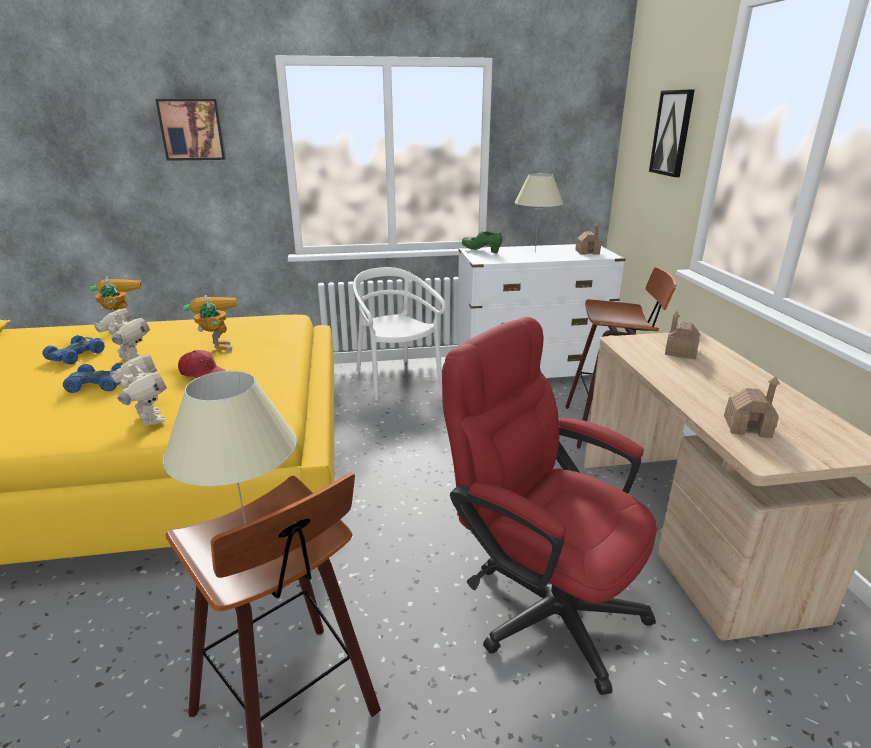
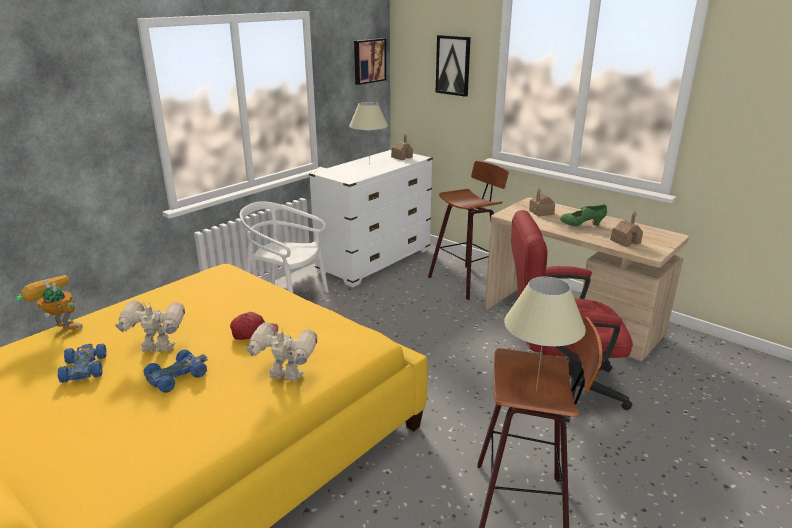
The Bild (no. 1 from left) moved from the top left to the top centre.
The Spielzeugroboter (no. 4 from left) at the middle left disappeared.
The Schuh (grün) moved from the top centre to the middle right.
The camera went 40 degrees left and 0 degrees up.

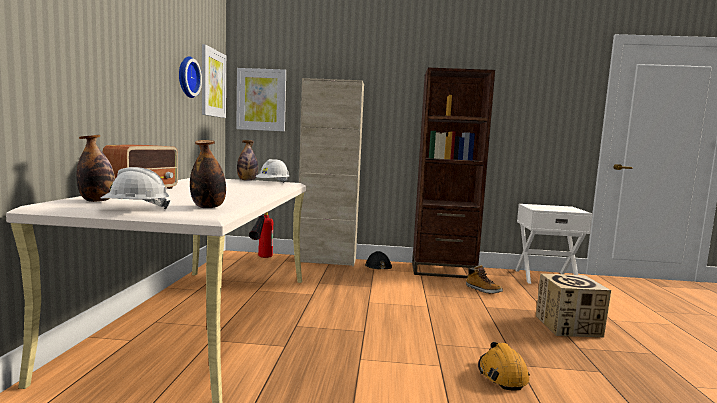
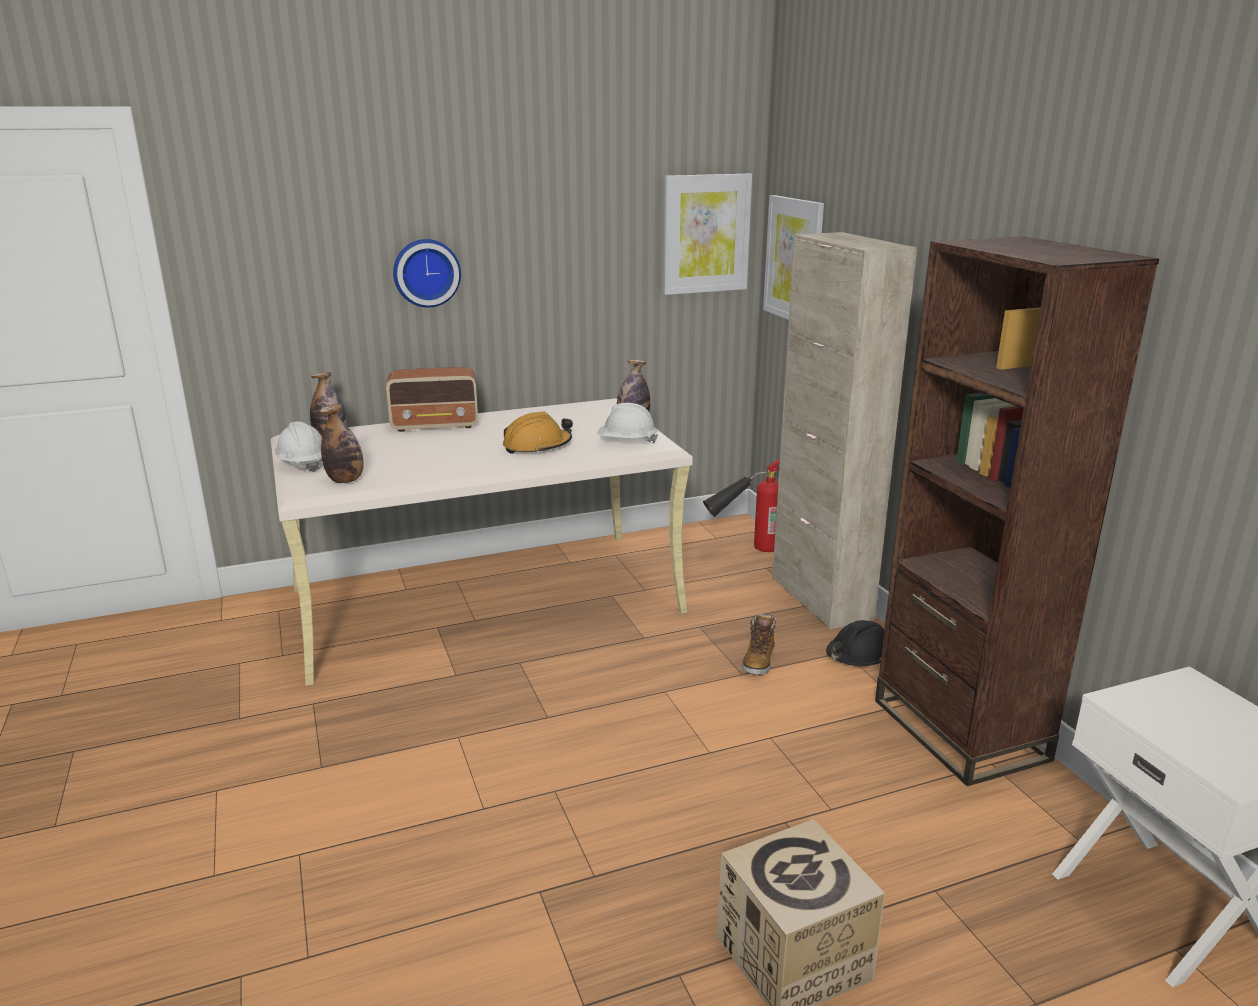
The Wanduhr moved from the top left to the top centre.
The Stiefel moved from the bottom right to the centre.
The Schutzhelm (orange) moved from the bottom right to the centre.
The camera went 65 degrees right and 15 degrees up.

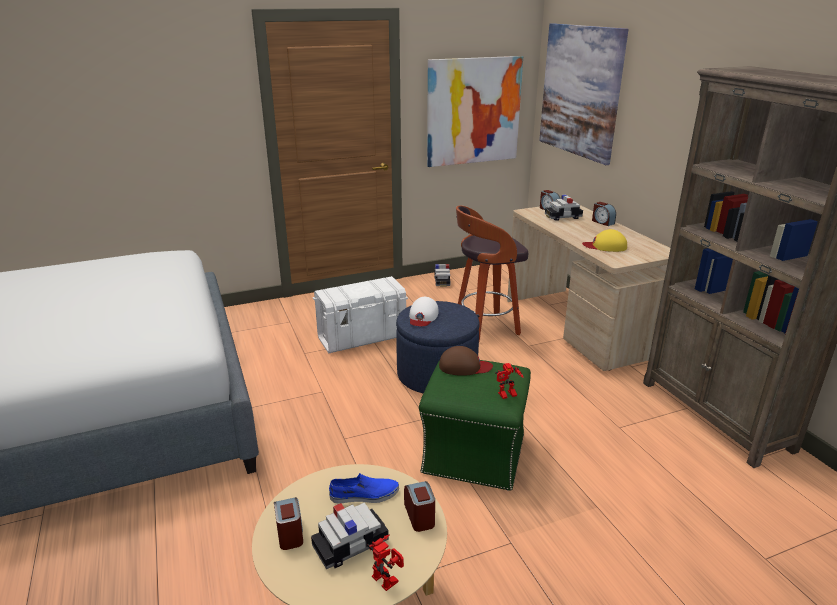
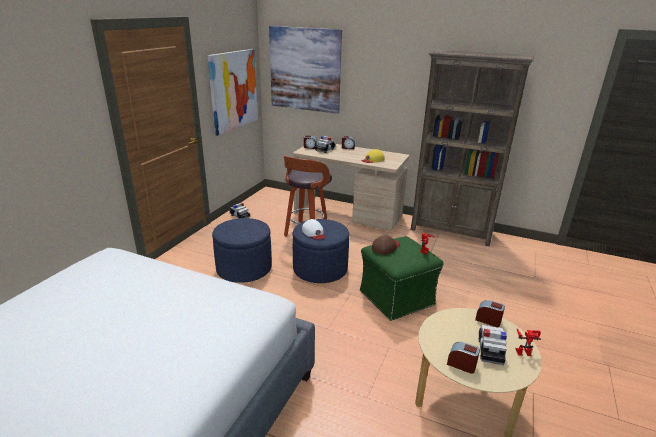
The Aufbewahrungsbox (weiß) at the centre was replaced by the Polsterhocker (blau) (no. 1 from left) at the centre.
The Schuh (blau) at the bottom centre disappeared.
The camera went 45 degrees left and 0 degrees up.

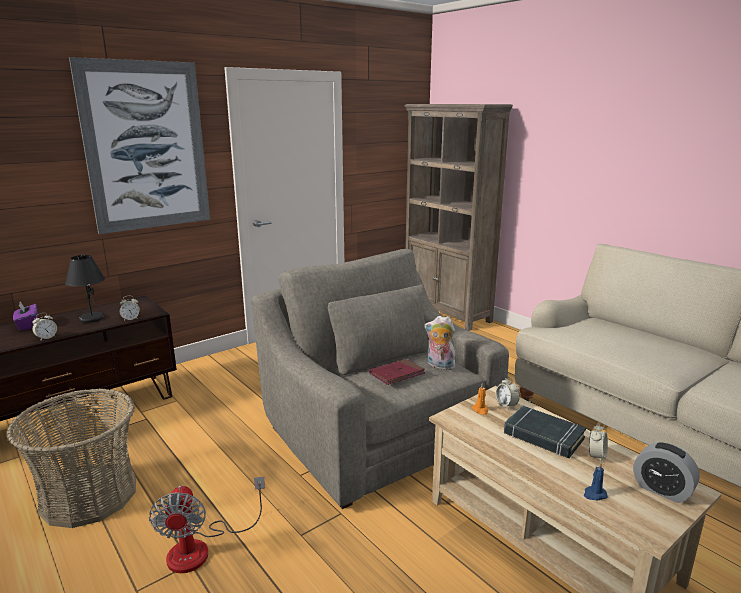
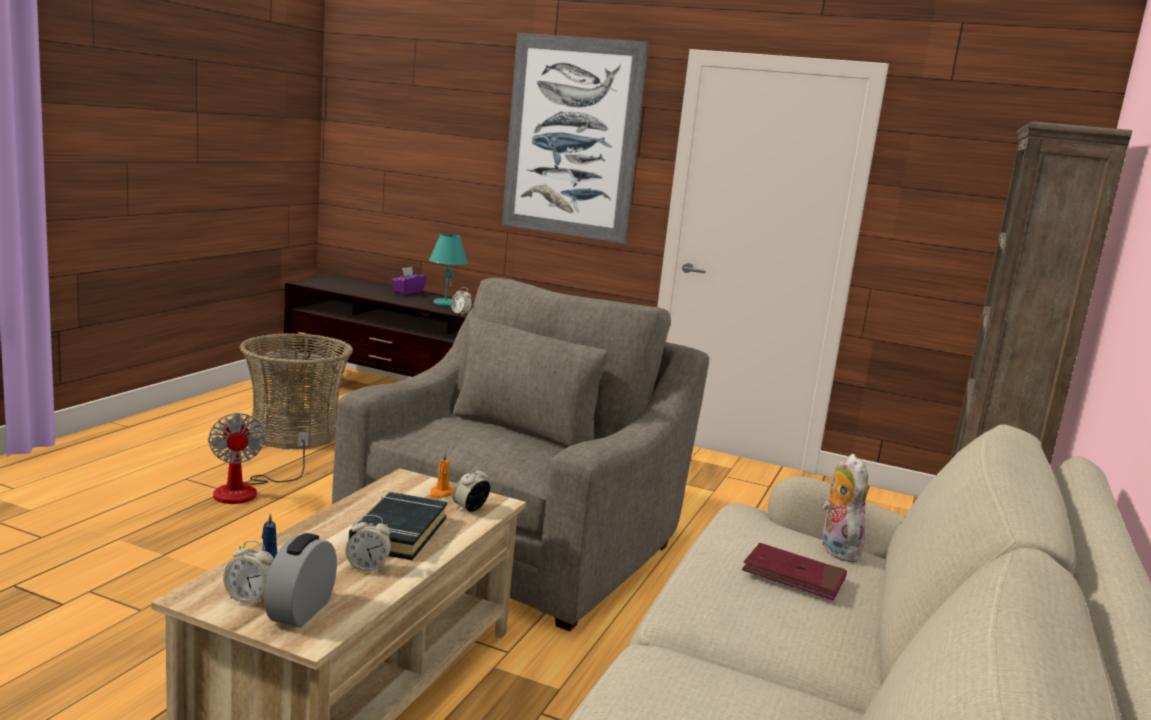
The Wecker (no. 1 from left) moved from the middle left to the bottom left.
The Tischlampe (schwarz) at the middle left became the Tischlampe (türkis) at the centre.
The Ventilator at the bottom left turned 75 degrees counterclockwise.
The Buch (rot) moved from the centre to the bottom right.
The Plüschtier moved from the centre to the bottom right.
The camera went 60 degrees right and 5 degrees down.

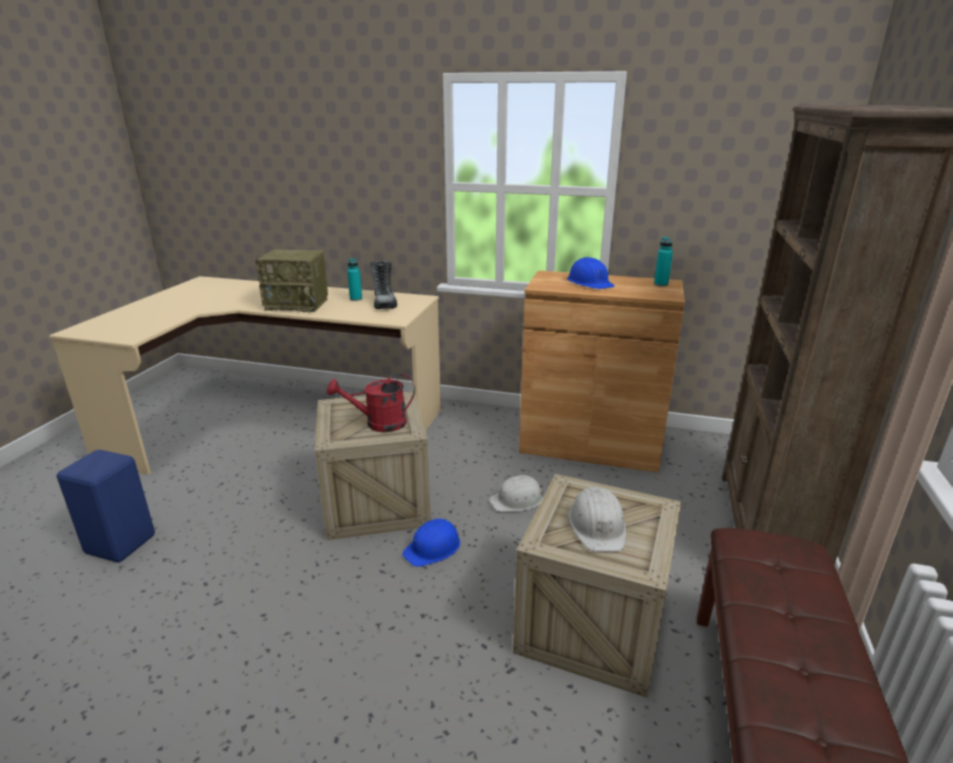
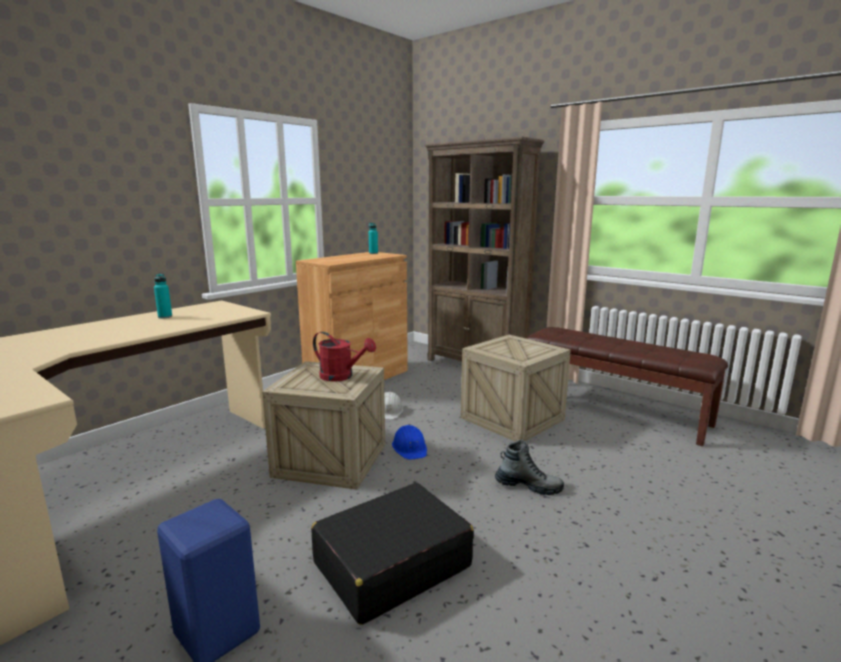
The Radio at the middle left disappeared.
The Gießkanne (rot) at the centre turned 75 degrees counterclockwise.
The Stiefel moved from the centre to the bottom centre.
The Schutzhelm (blau) (no. 2 from left) at the centre disappeared.
The Schutzhelm (weiß) (no. 2 from left) at the bottom centre disappeared.
The Koffer (schwarz) at the bottom centre appeared.
The camera went 65 degrees left and 10 degrees down.

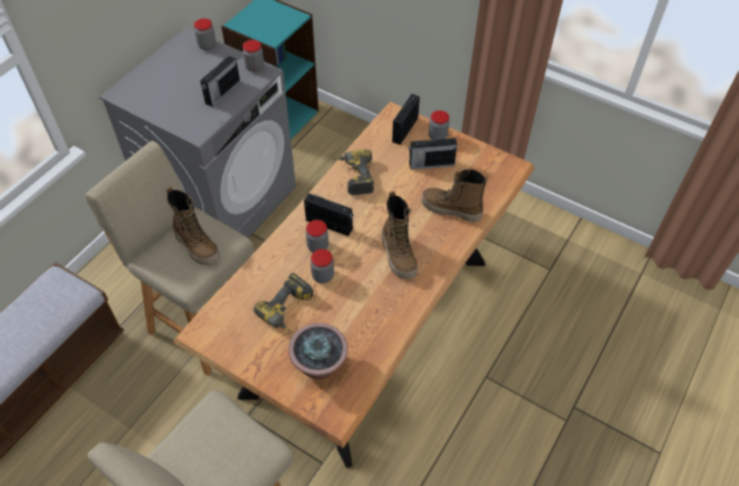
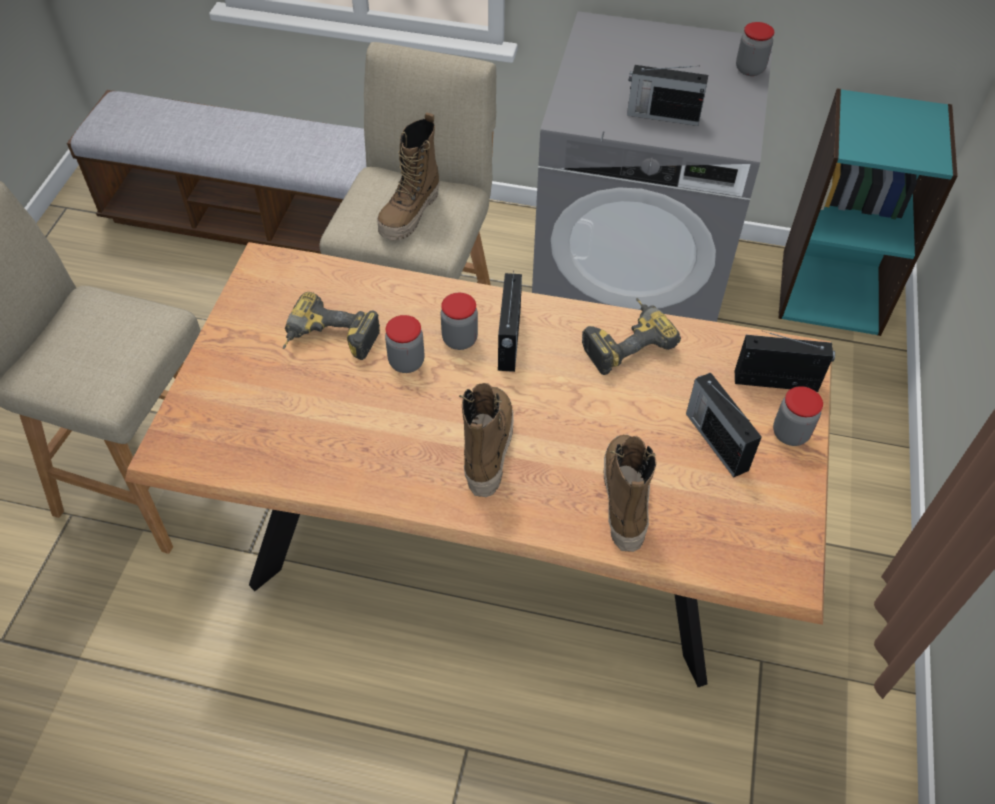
The Vorratsglas (no. 2 from left) at the top centre disappeared.
The Topfpflanze at the bottom centre disappeared.
The Stiefel (no. 2 from left) at the centre turned 135 degrees clockwise.
The camera went 70 degrees right and 0 degrees up.

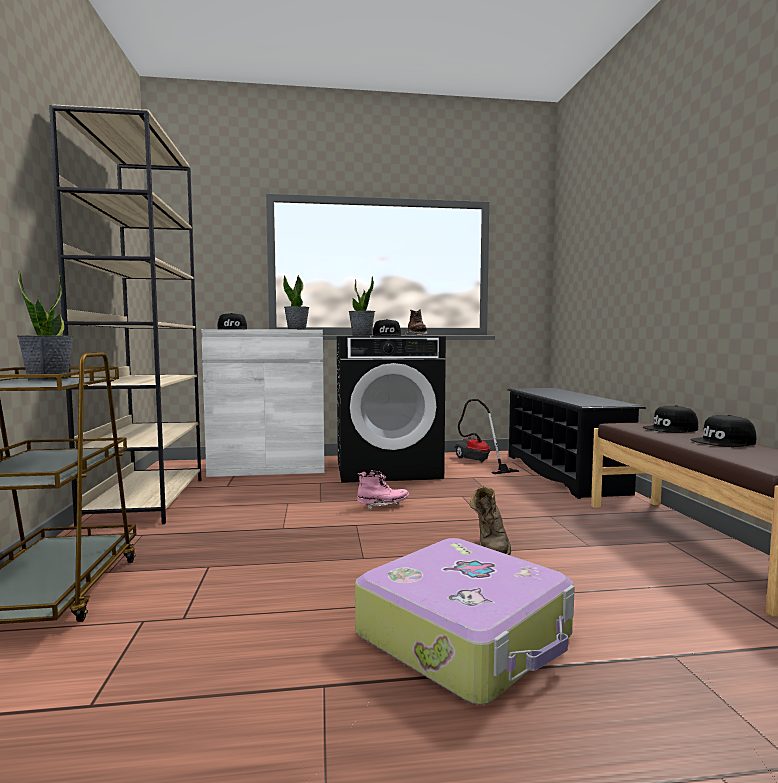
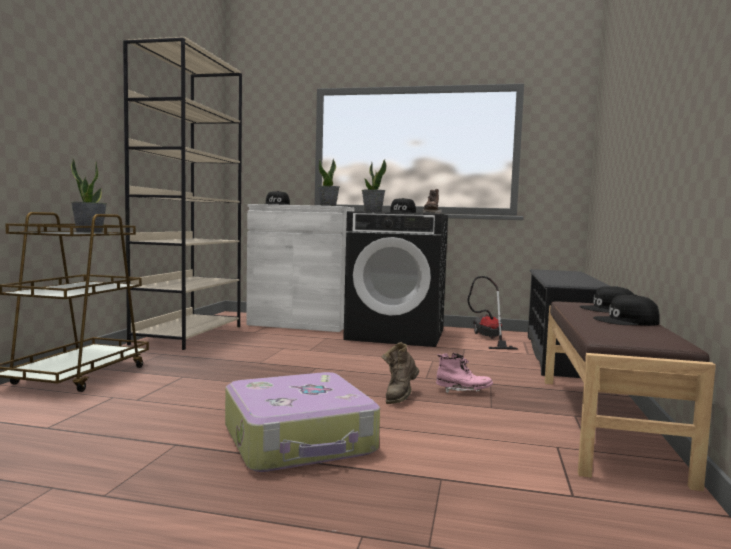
The Stiefel (rosa) moved from the centre to the bottom centre.
The camera went 20 degrees right and 0 degrees up.

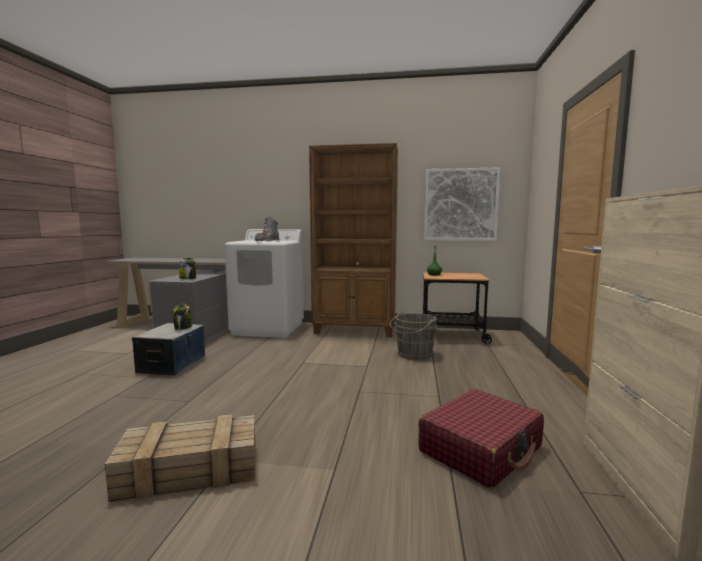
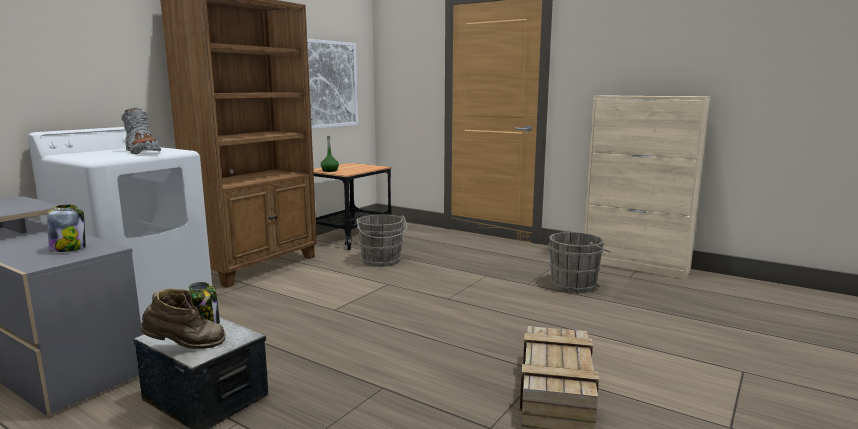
The Koffer (rot) at the bottom right was replaced by the Eimer (grau) (no. 2 from left) at the middle right.
The Stiefel (braun) at the bottom left appeared.
The camera went 65 degrees left and 5 degrees up.

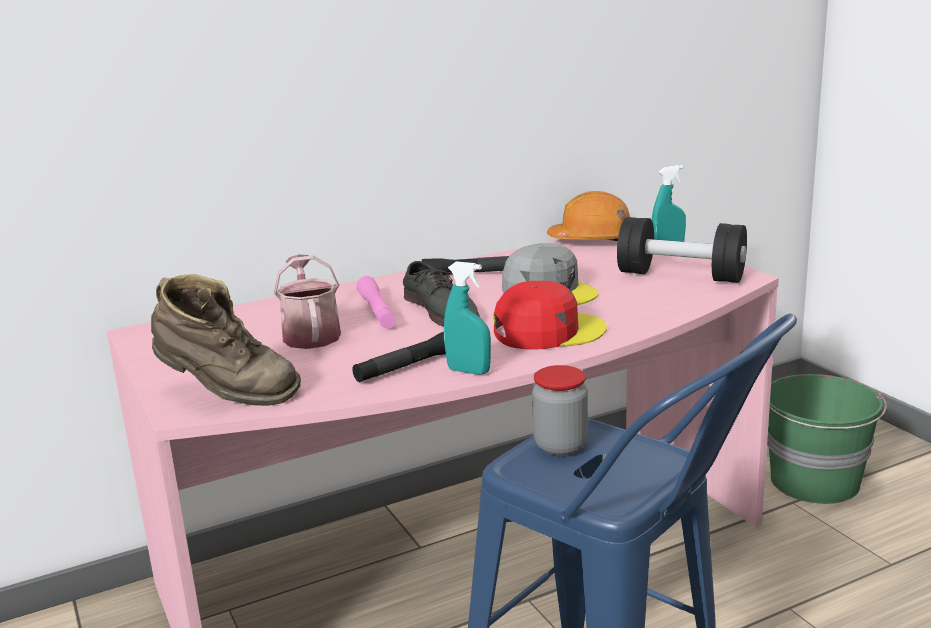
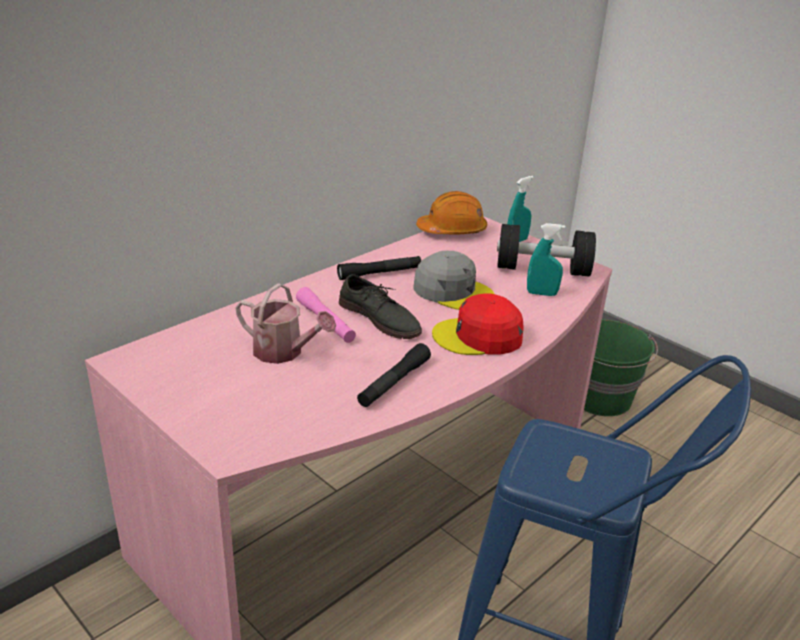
The Stiefel (braun) at the middle left disappeared.
The Gießkanne at the middle left turned 150 degrees clockwise.
The Sprühflasche (türkis) (no. 1 from left in the first image) moved from the centre to the middle right.
The Kappe (rot) at the centre turned 150 degrees counterclockwise.
The Vorratsglas at the centre disappeared.
The camera went 20 degrees left and 10 degrees up.

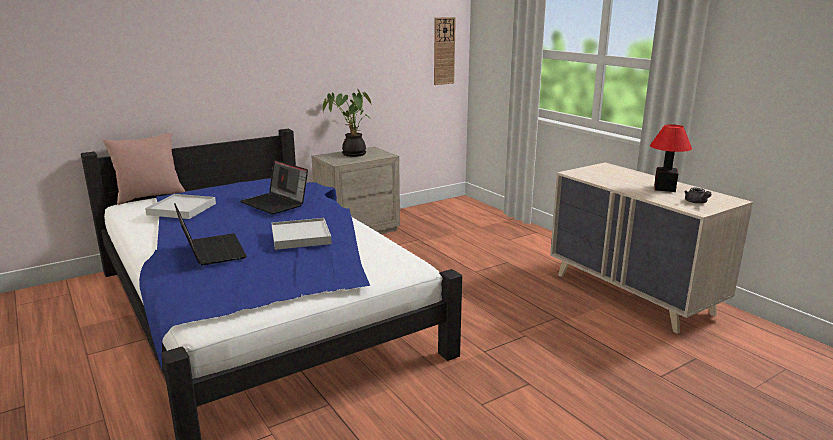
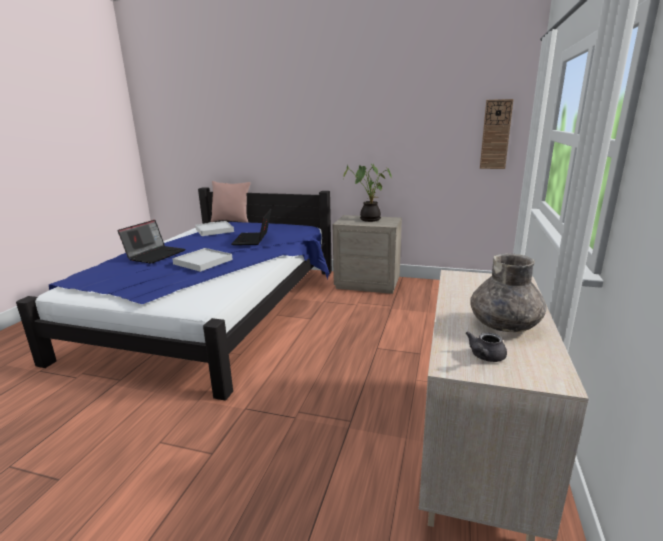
The Tischlampe at the middle right was replaced by the Vase (grau) at the middle right.
The camera went 50 degrees right and 0 degrees up.

